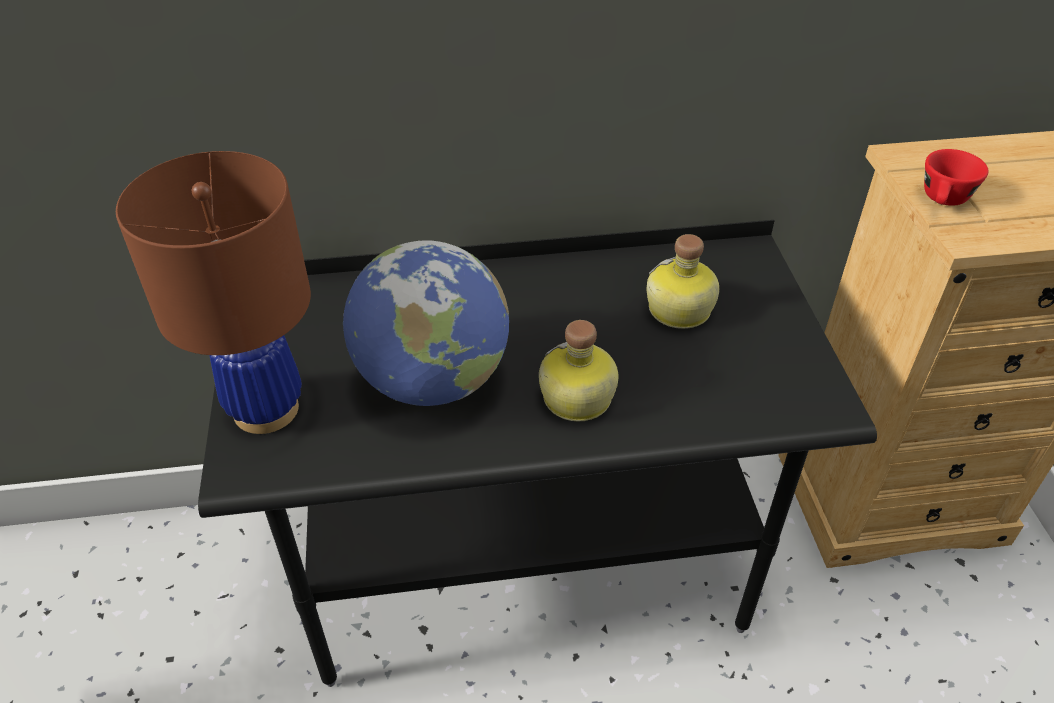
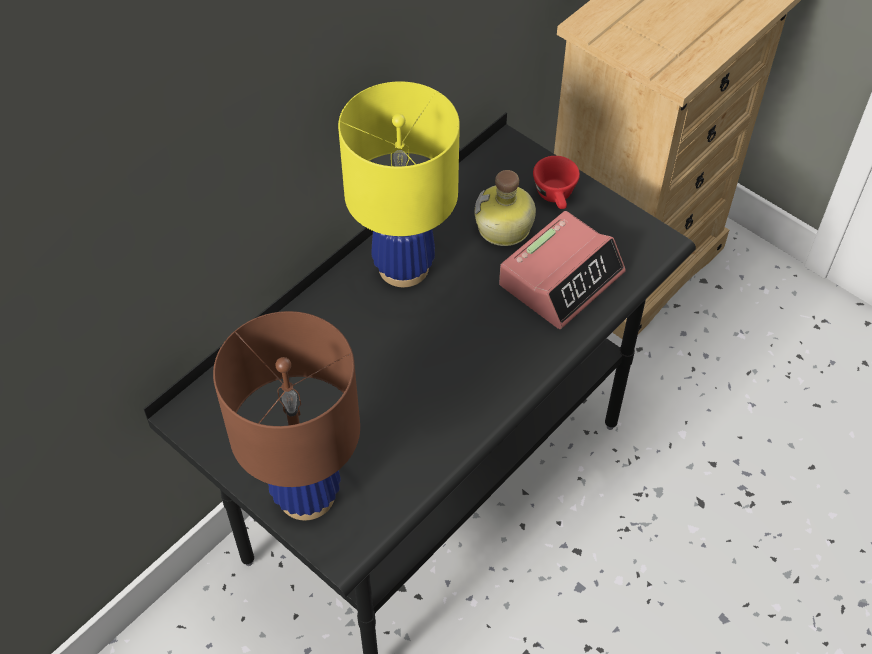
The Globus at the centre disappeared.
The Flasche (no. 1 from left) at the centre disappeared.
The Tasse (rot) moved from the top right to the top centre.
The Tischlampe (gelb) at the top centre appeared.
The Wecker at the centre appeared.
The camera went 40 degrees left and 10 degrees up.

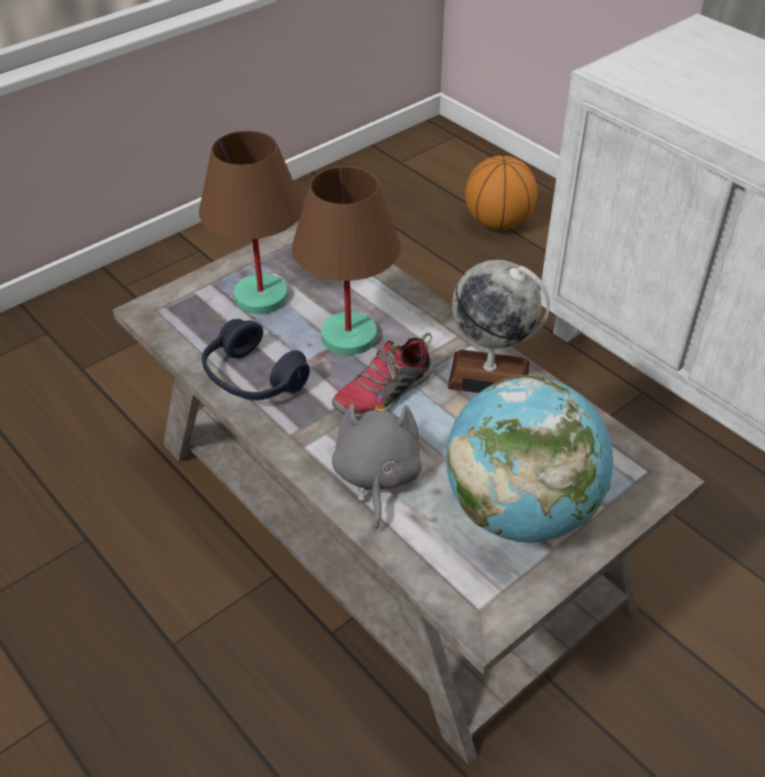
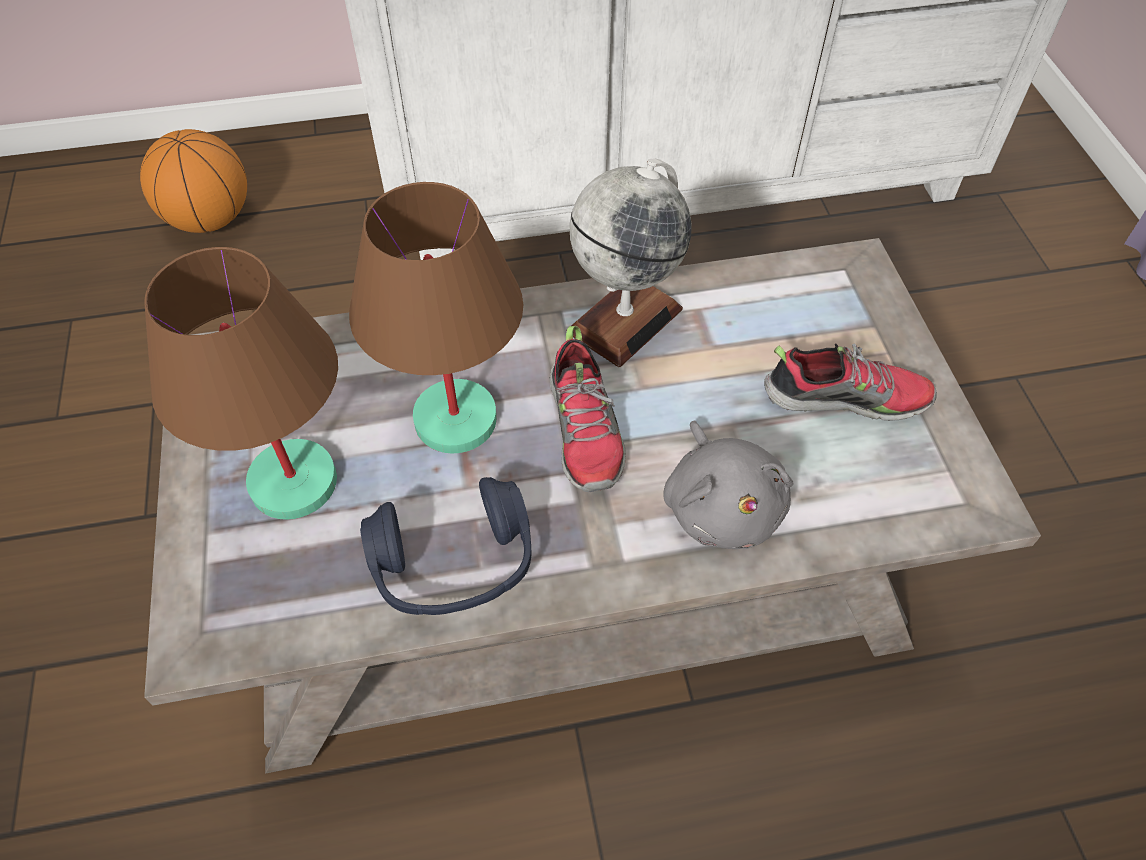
The Plüschtier (grau) at the centre turned 135 degrees counterclockwise.
The Globus (no. 2 from left) at the middle right was replaced by the Schuh (no. 2 from left) at the middle right.
The camera went 60 degrees left and 10 degrees up.

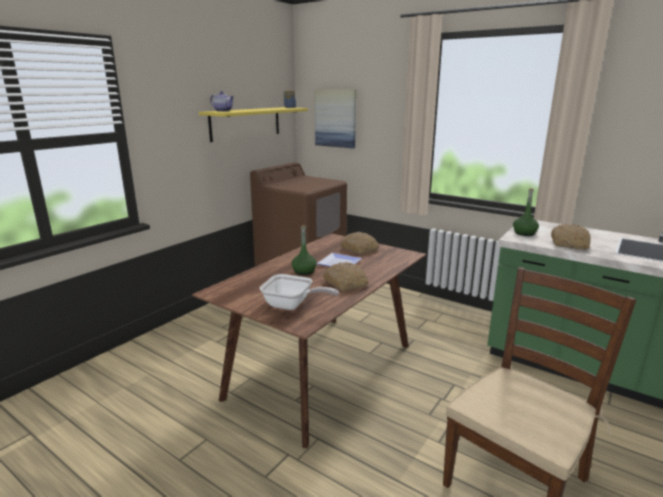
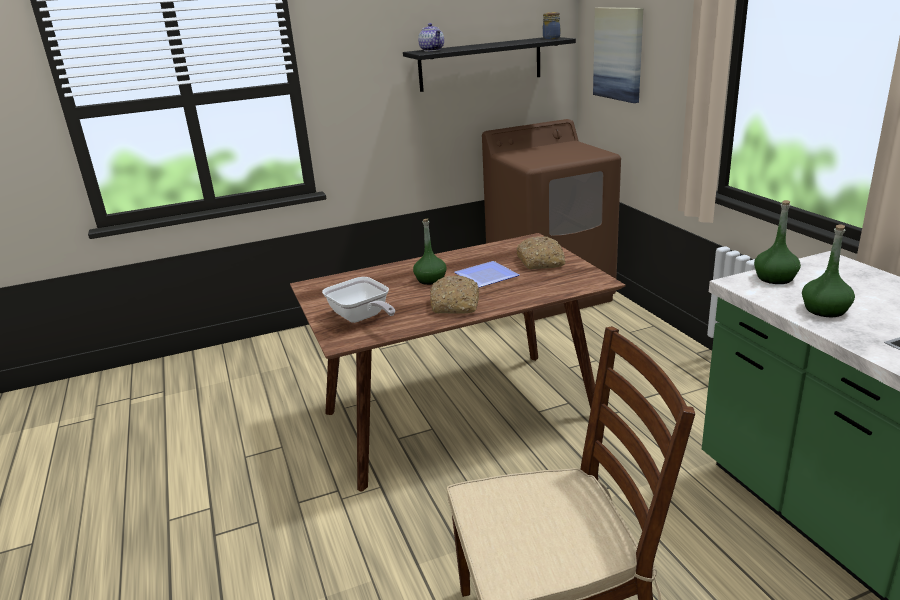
The Wandregal (gelb) at the top centre became the Wandregal (schwarz) at the top centre.
The Brot (no. 3 from left) at the middle right was replaced by the Flasche (grün) (no. 3 from left) at the middle right.
The camera went 35 degrees right and 5 degrees up.

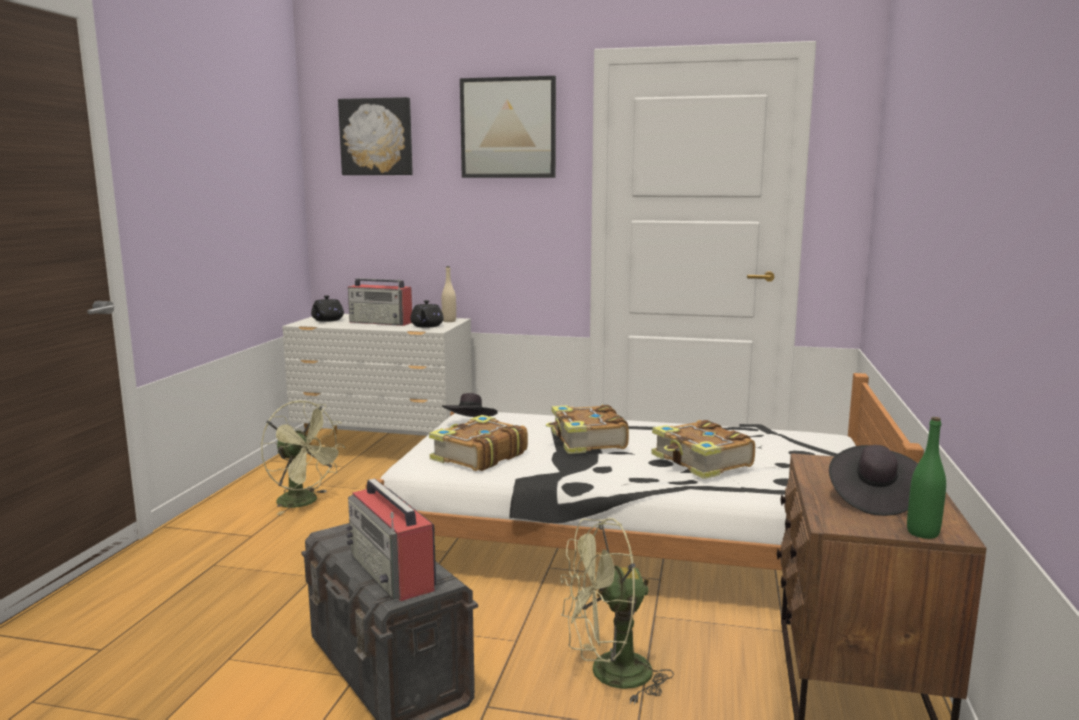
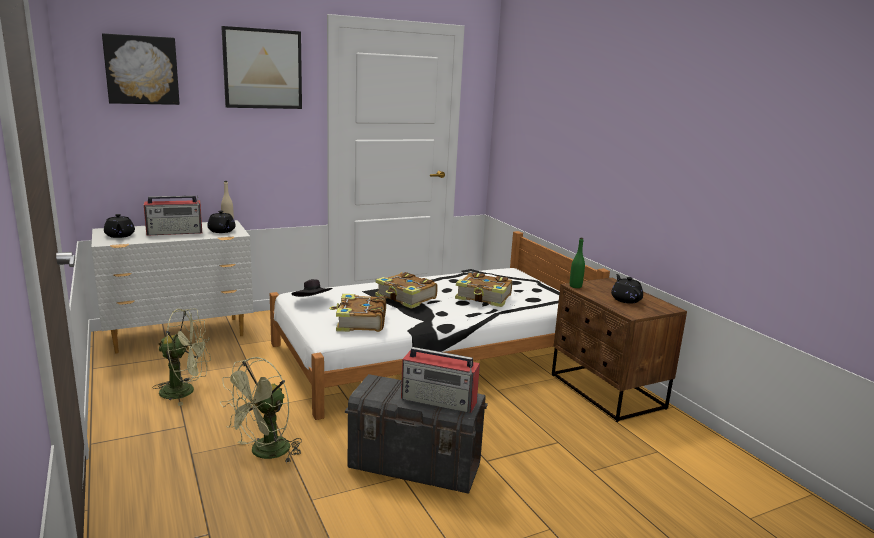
The Ventilator (grün) (no. 2 from left) moved from the bottom centre to the bottom left.
The Hut (schwarz) (no. 2 from left) at the bottom right was replaced by the Teekanne (schwarz) (no. 3 from left) at the middle right.
The Flasche (grün) moved from the middle right to the centre.
The camera went 40 degrees left and 5 degrees up.

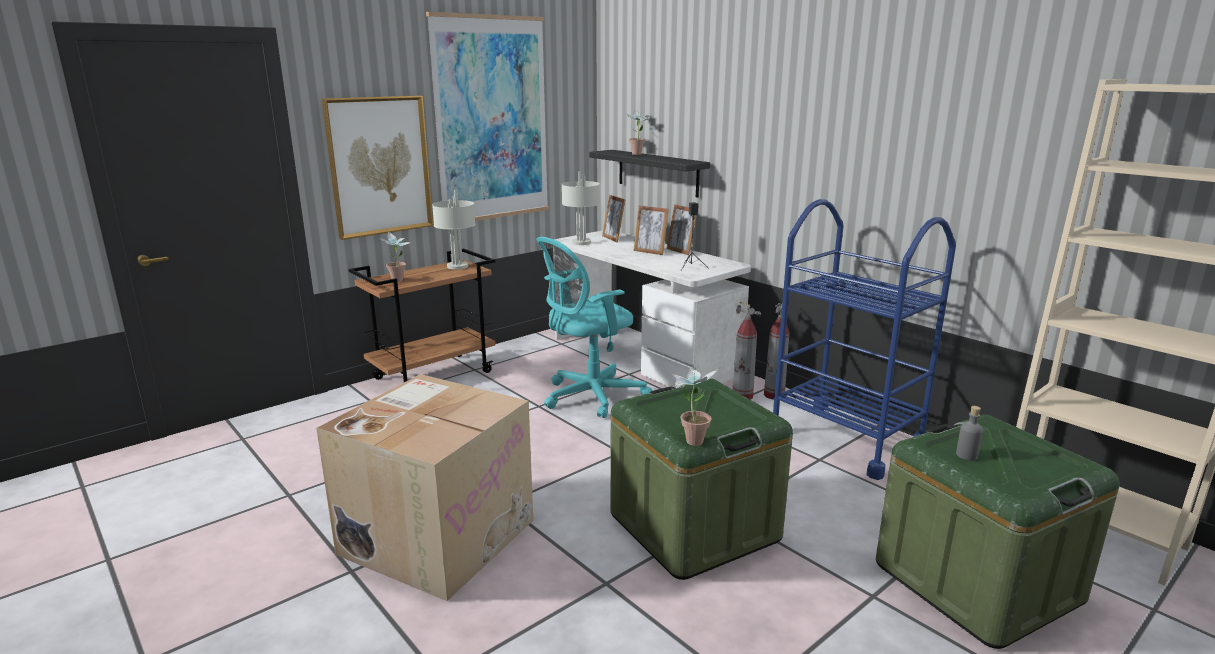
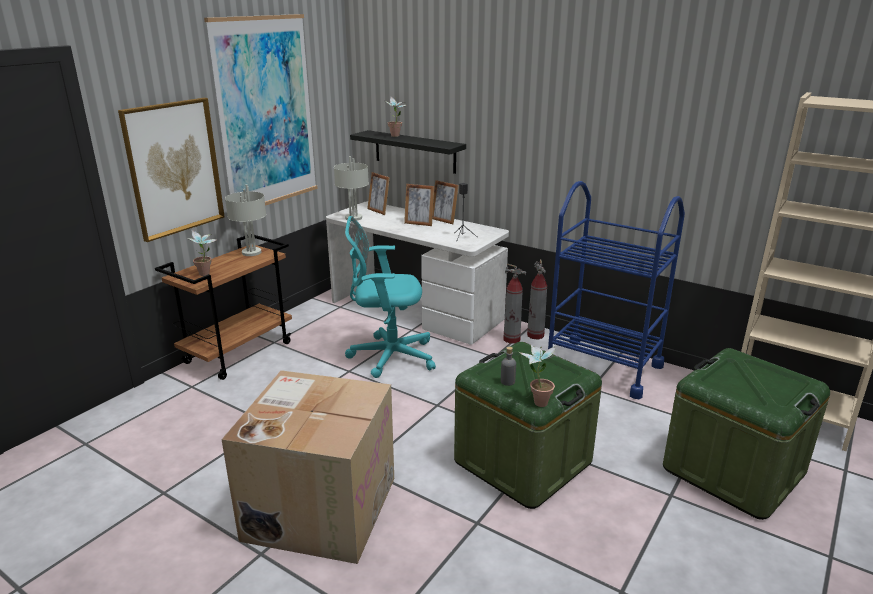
The Bürostuhl (türkis) at the centre turned 45 degrees clockwise.
The Flasche (grau) moved from the middle right to the centre.
The camera went 15 degrees left and 5 degrees up.

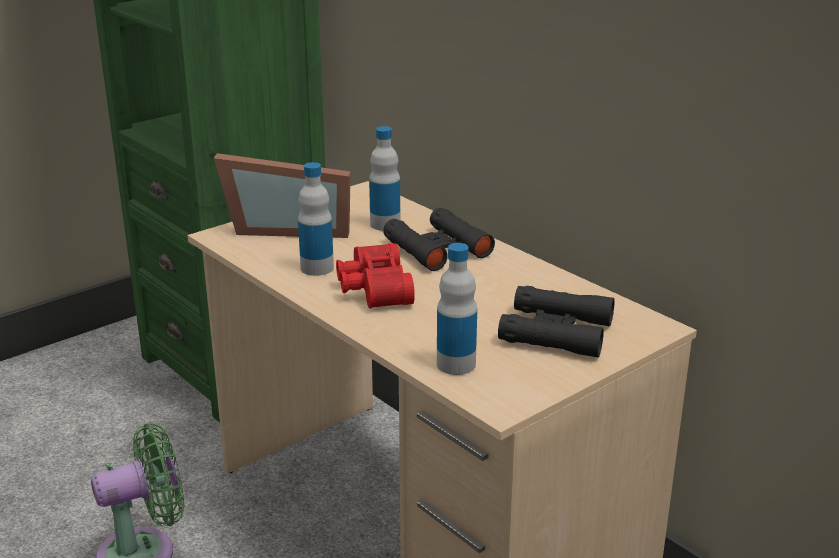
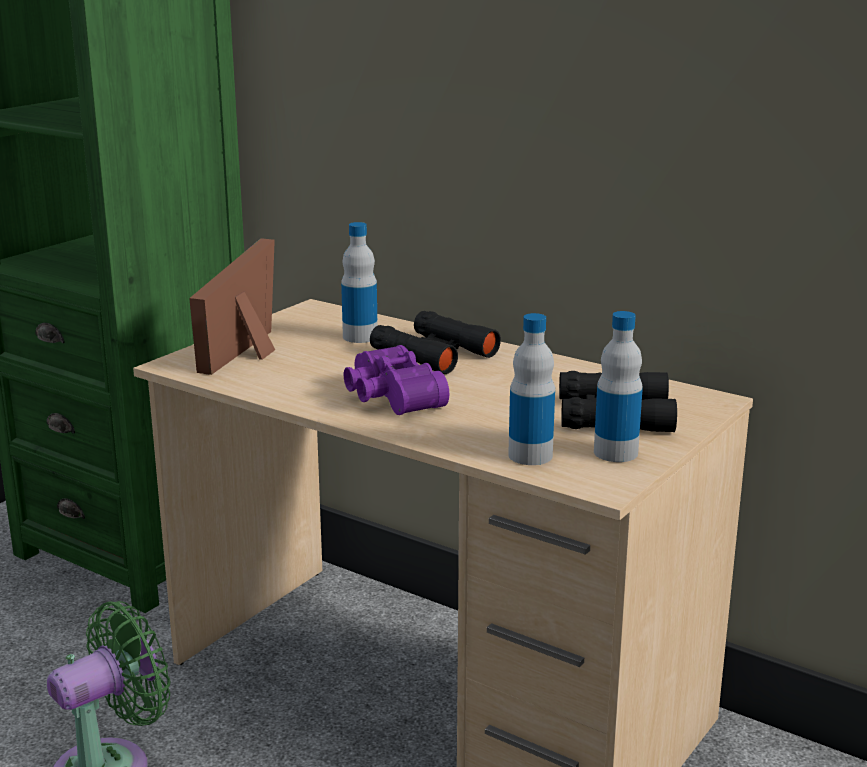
The Bilderrahmen at the centre turned 120 degrees clockwise.
The Flasche (no. 1 from left in the first image) moved from the centre to the middle right.
The Fernglas (rot) at the centre became the Fernglas (lila) at the centre.
The camera went 15 degrees left and 5 degrees down.

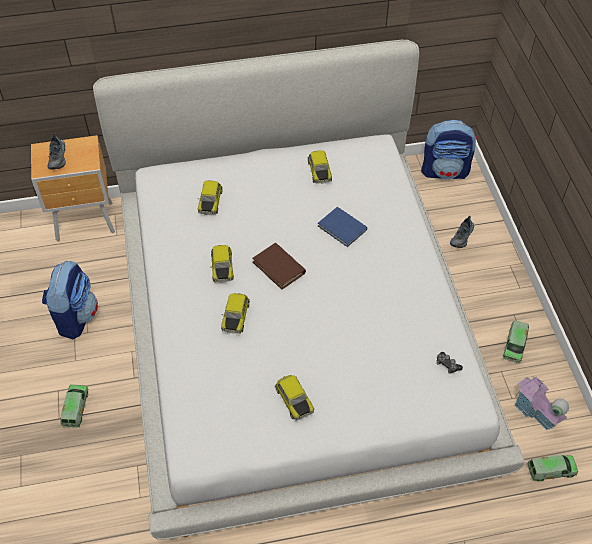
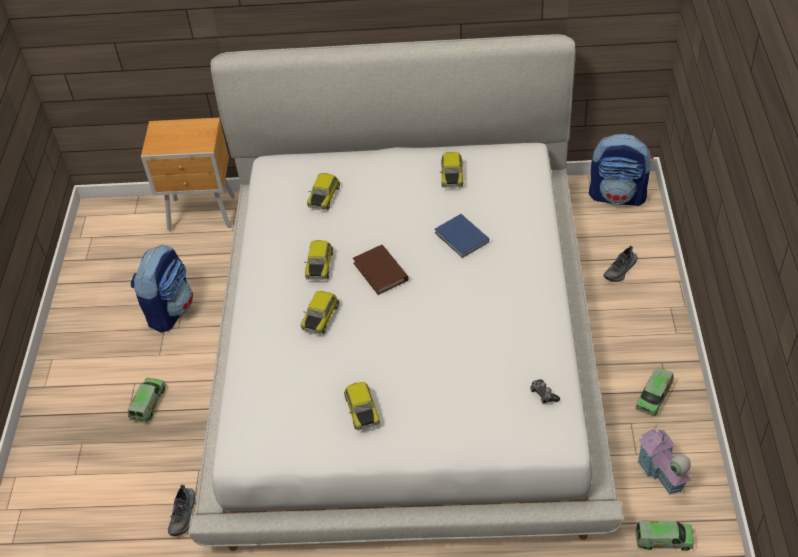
The Schuh (no. 1 from left) moved from the top left to the bottom left.
The camera went 15 degrees right and 5 degrees down.

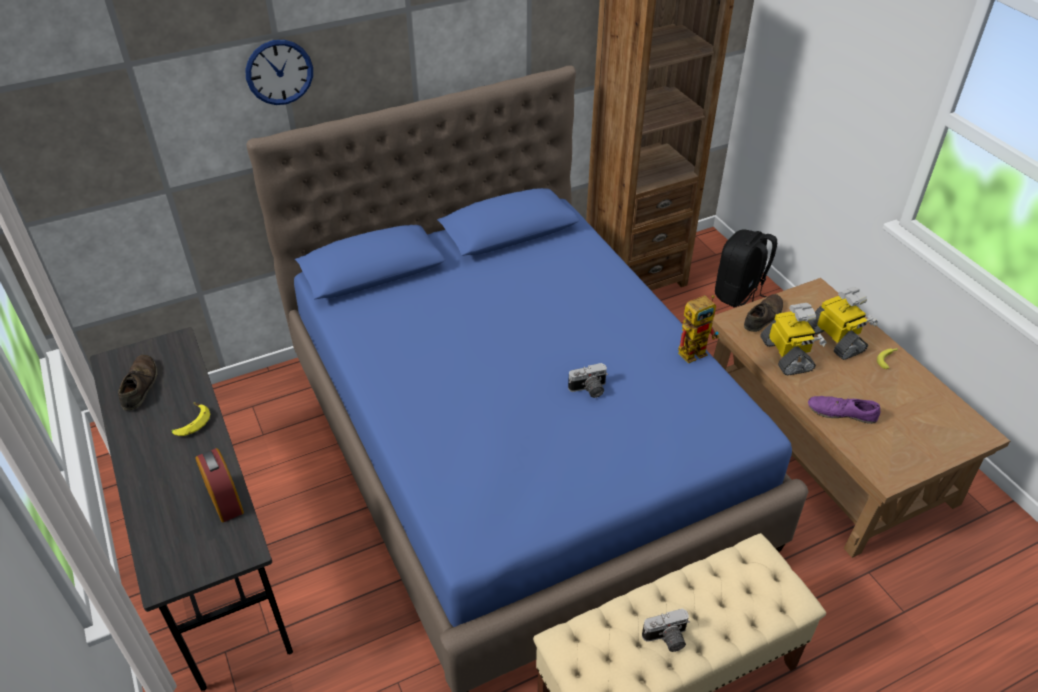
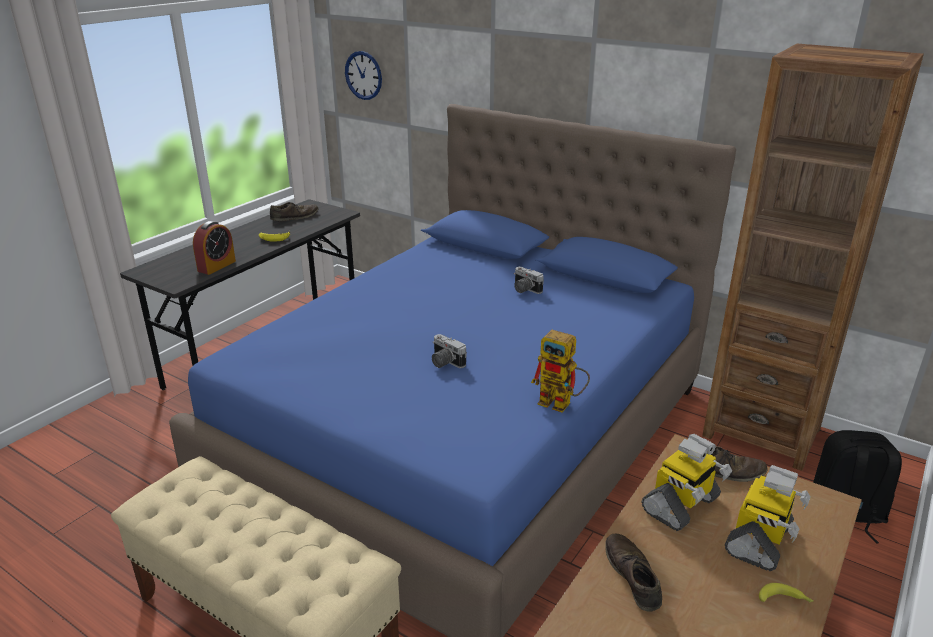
The Wanduhr moved from the top left to the top centre.
The Kamera (no. 2 from left) moved from the bottom centre to the centre.
The Schuh (lila) at the middle right became the Schuh (braun) (no. 2 from left) at the bottom right.
The camera went 60 degrees right and 15 degrees down.

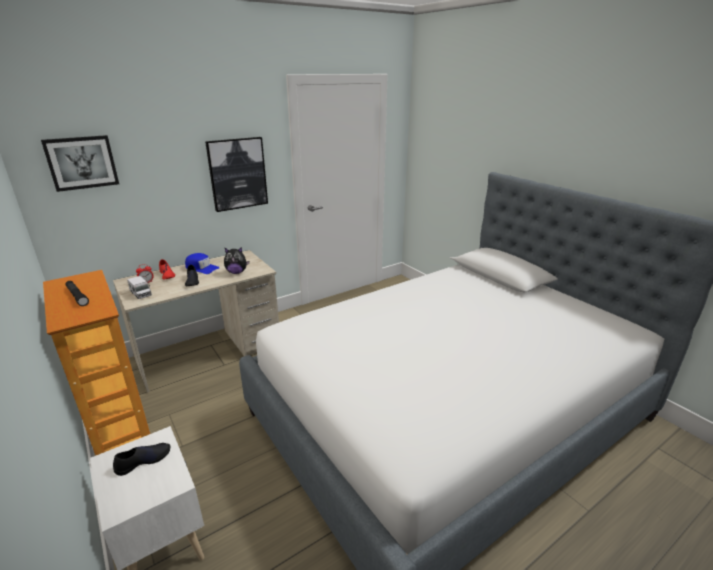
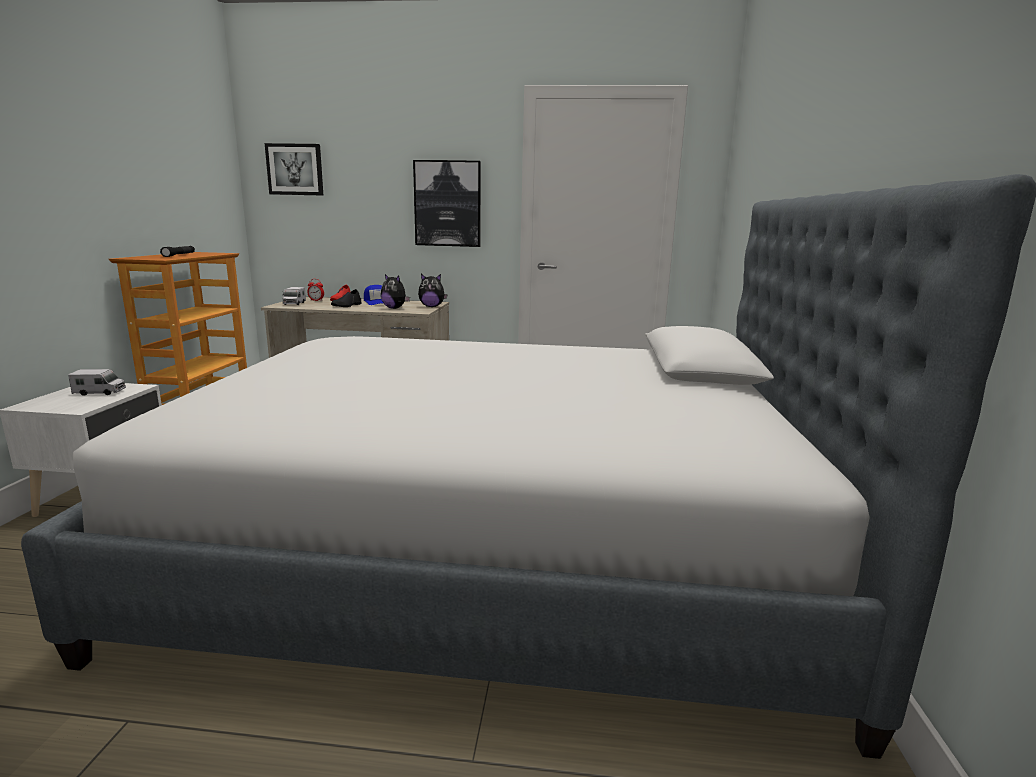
The Schuh (schwarz) (no. 1 from left) at the bottom left was replaced by the Spielzeuglaster (no. 1 from left) at the middle left.
The Plüschtier (no. 2 from left) at the centre appeared.
The camera went 40 degrees right and 10 degrees down.

